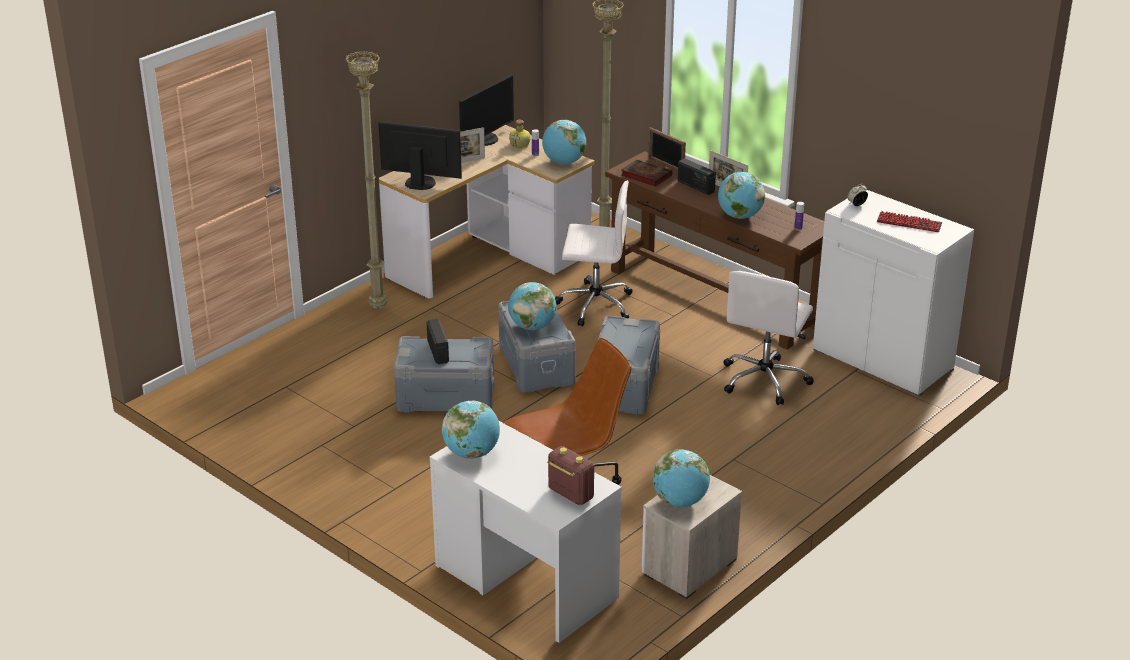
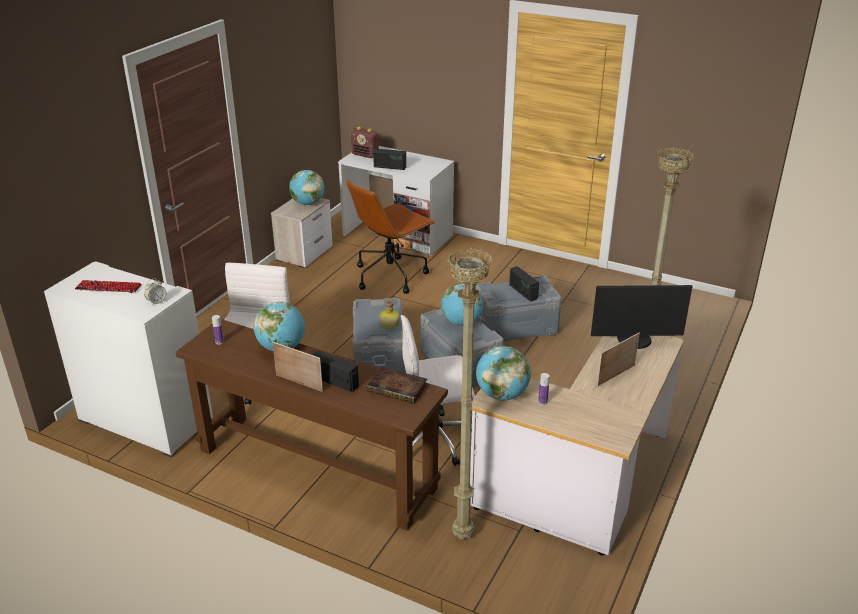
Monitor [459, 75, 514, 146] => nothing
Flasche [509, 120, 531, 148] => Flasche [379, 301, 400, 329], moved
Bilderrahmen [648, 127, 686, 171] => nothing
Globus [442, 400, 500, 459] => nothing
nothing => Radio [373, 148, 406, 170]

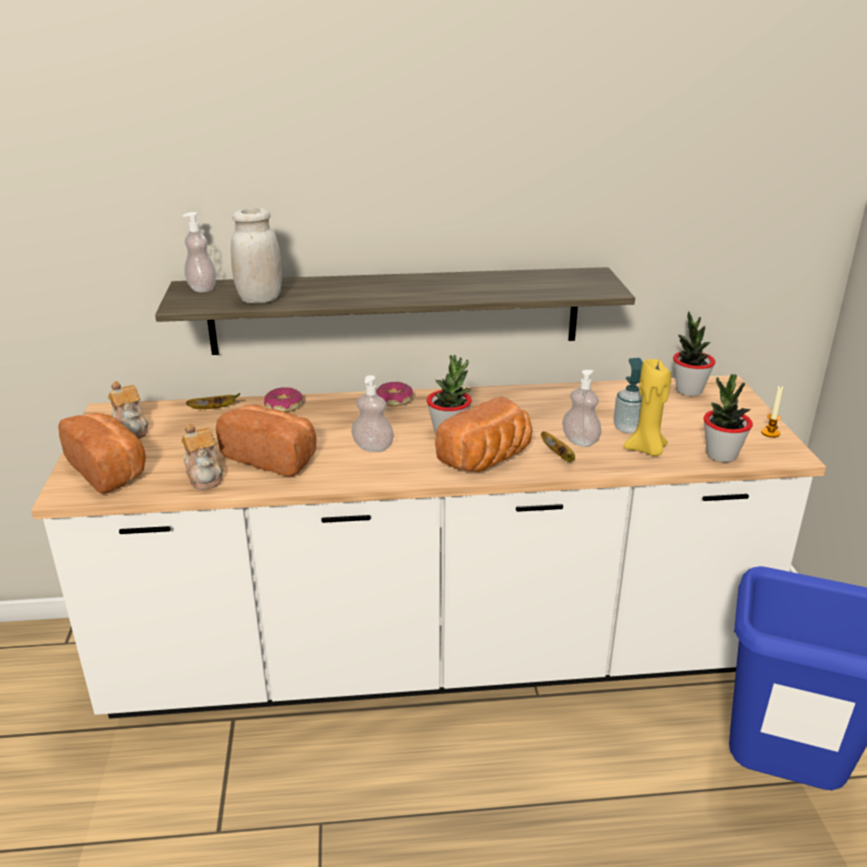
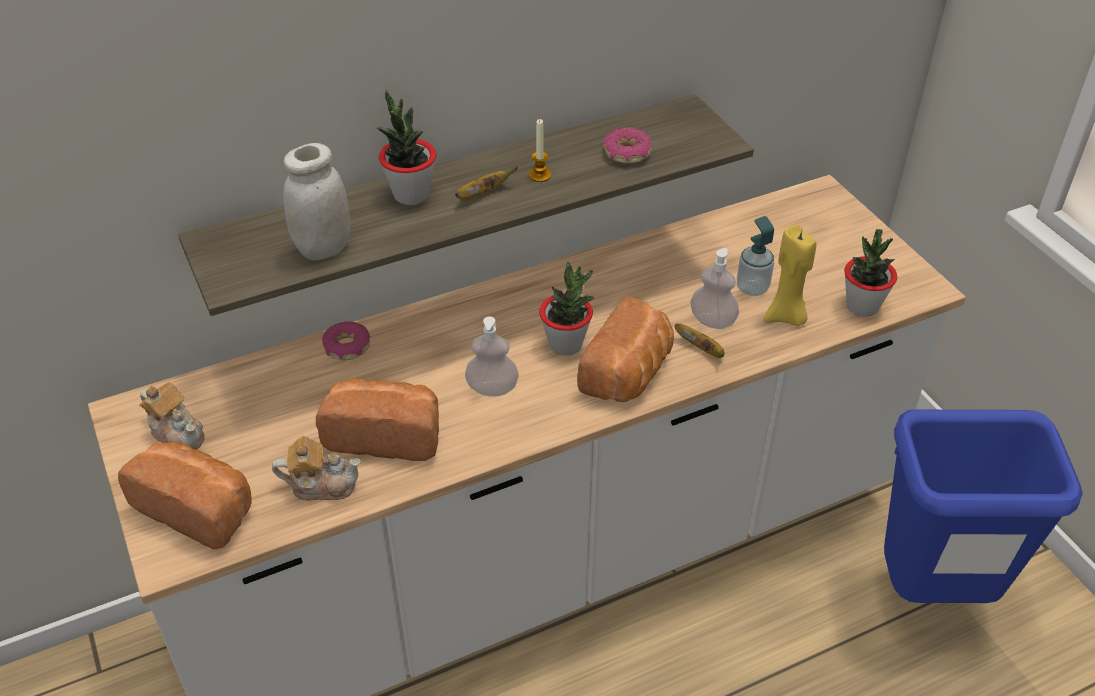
Seifenspender [183, 212, 216, 292] => nothing
Topfpflanze [673, 312, 715, 396] => Topfpflanze [377, 90, 437, 205], moved
Donut [376, 382, 413, 406] => Donut [603, 127, 652, 164], moved
Kerze [761, 386, 783, 438] => Kerze [529, 119, 551, 182], moved
Banane [186, 393, 240, 409] => Banane [455, 167, 518, 200], moved
Teekanne [181, 423, 223, 490] => Teekanne [272, 436, 361, 500], 45 degrees counterclockwise

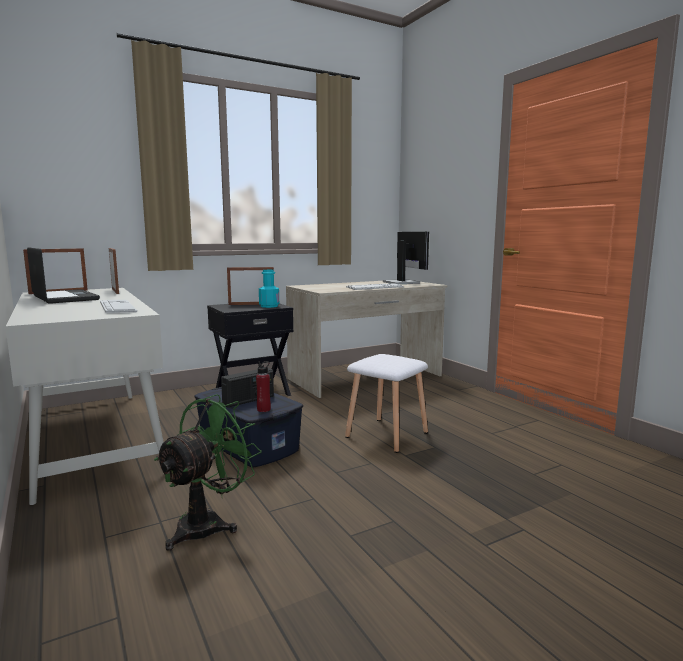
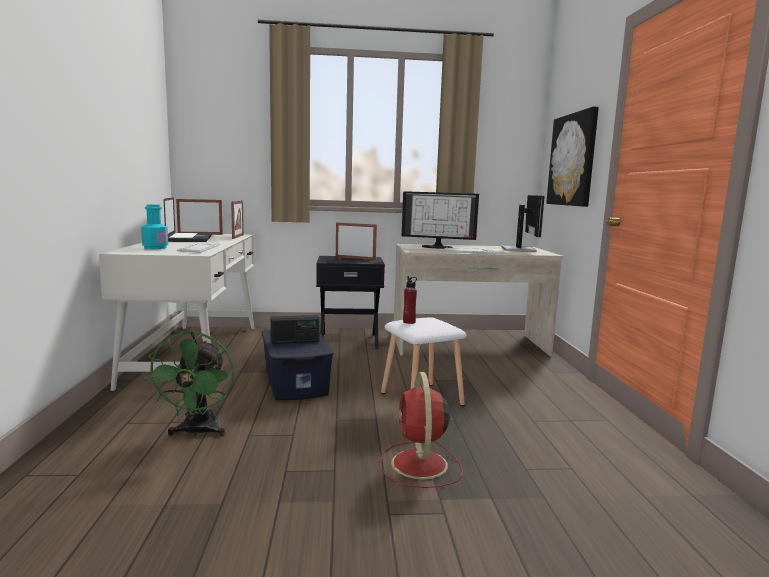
Flasche (türkis) [259, 270, 279, 308] => Flasche (türkis) [141, 204, 168, 249], moved
Flasche (rot) [256, 361, 271, 412] => Flasche (rot) [403, 276, 417, 324], moved
Ventilator (grün) [154, 394, 262, 551] => Ventilator (grün) [144, 331, 234, 437], 120 degrees clockwise
nothing => Bild [546, 106, 599, 207]
nothing => Monitor [402, 191, 479, 249]
nothing => Ventilator (rot) [380, 372, 463, 488]

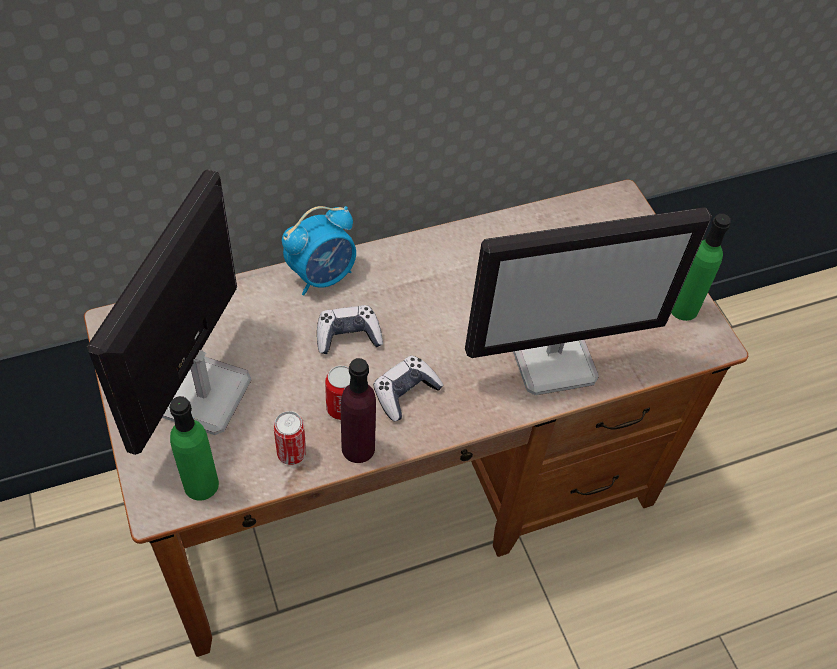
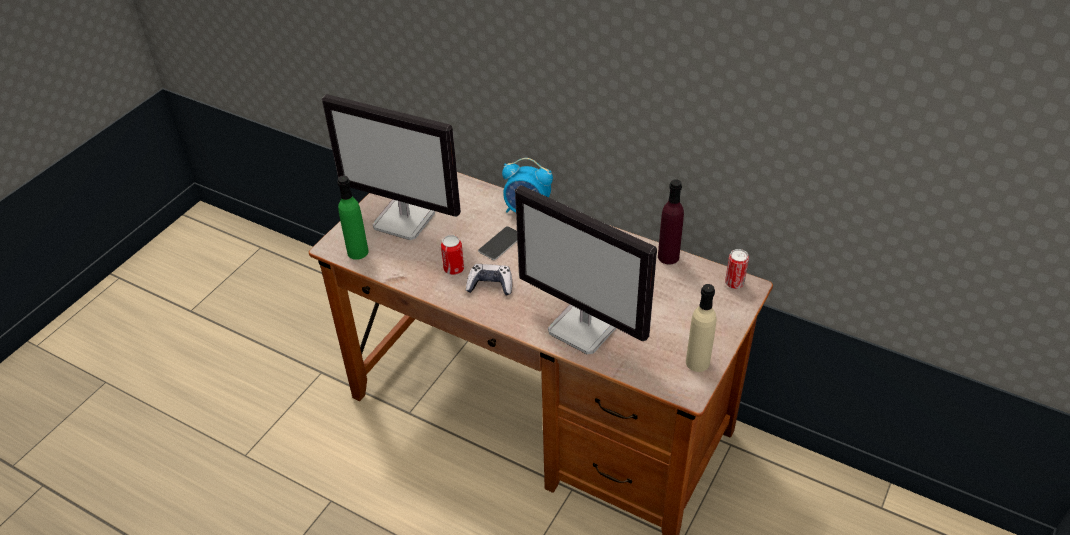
Monitor [87, 170, 251, 455] => Monitor [322, 94, 461, 240], 135 degrees counterclockwise
Flasche (grün) [671, 214, 731, 321] => Flasche (beige) [686, 284, 716, 372]
Gamepad [317, 305, 383, 354] => Handy [478, 226, 517, 260]
Flasche (lila) [341, 358, 376, 463] => Flasche (lila) [658, 179, 684, 264], moved
Dose [273, 411, 306, 465] => Dose [725, 249, 749, 289], moved

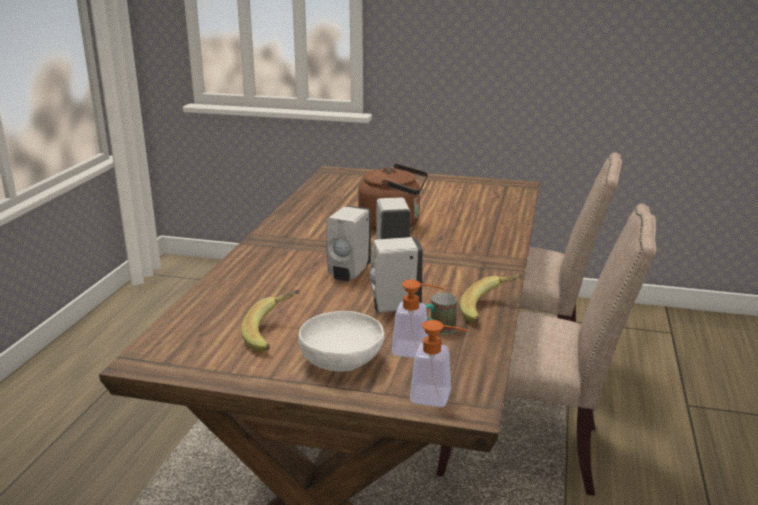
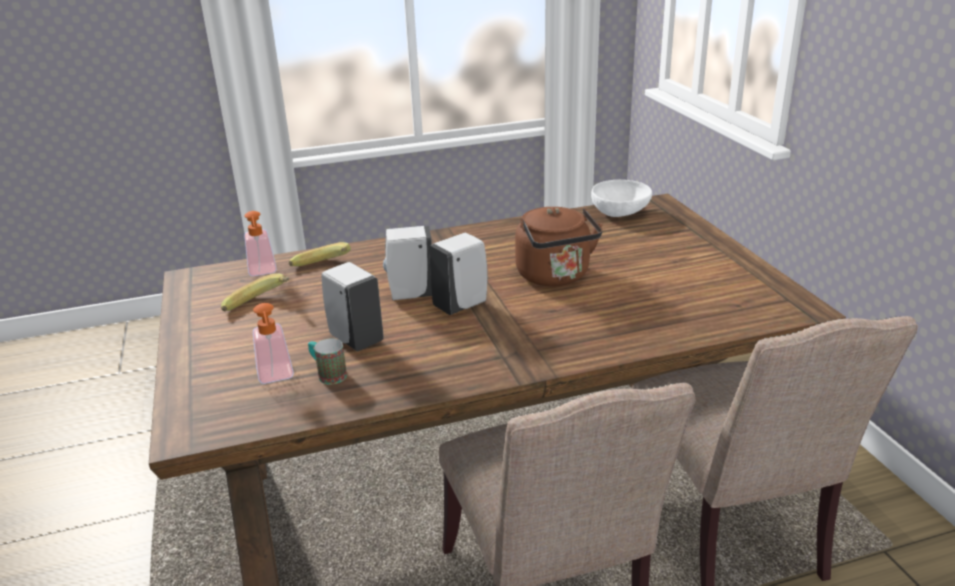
Banane [460, 274, 523, 322] => Banane [289, 242, 351, 266], moved
Schüssel (weiß) [298, 311, 384, 372] => Schüssel (weiß) [591, 180, 652, 217], moved
Seifenspender [410, 320, 469, 407] => Seifenspender [244, 211, 277, 276], moved

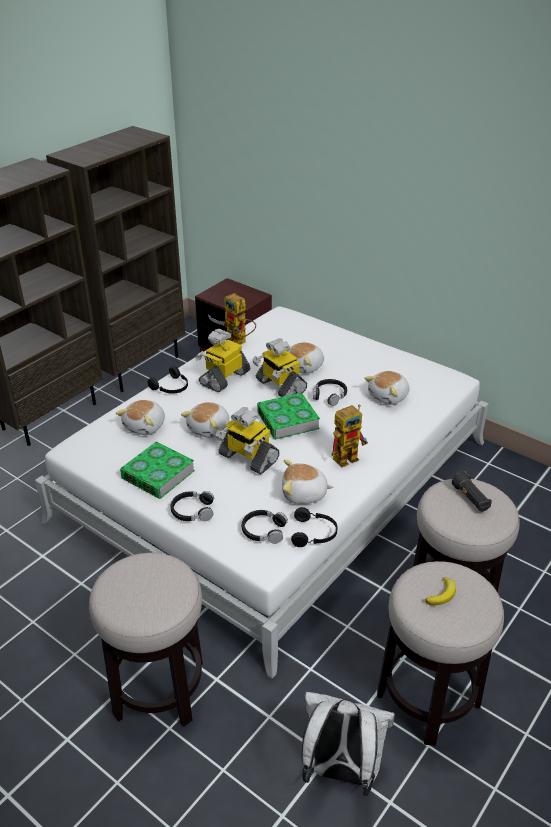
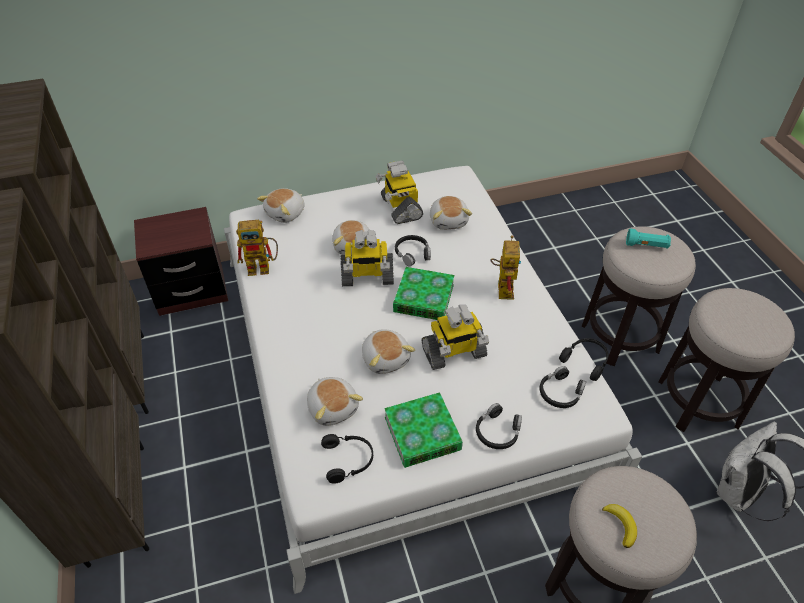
Spielzeugroboter [195, 329, 250, 392] => Spielzeugroboter [375, 161, 423, 224], moved
Kopfhörer (schwarz) [148, 366, 188, 394] => Kopfhörer (schwarz) [321, 434, 373, 483], moved
Plüschtier [282, 460, 334, 504] => Plüschtier [257, 188, 305, 223], moved
Taschenlampe (schwarz) [452, 471, 492, 512] => Taschenlampe (türkis) [626, 228, 671, 249]
Banane [425, 577, 456, 606] => Banane [602, 504, 637, 548], moved

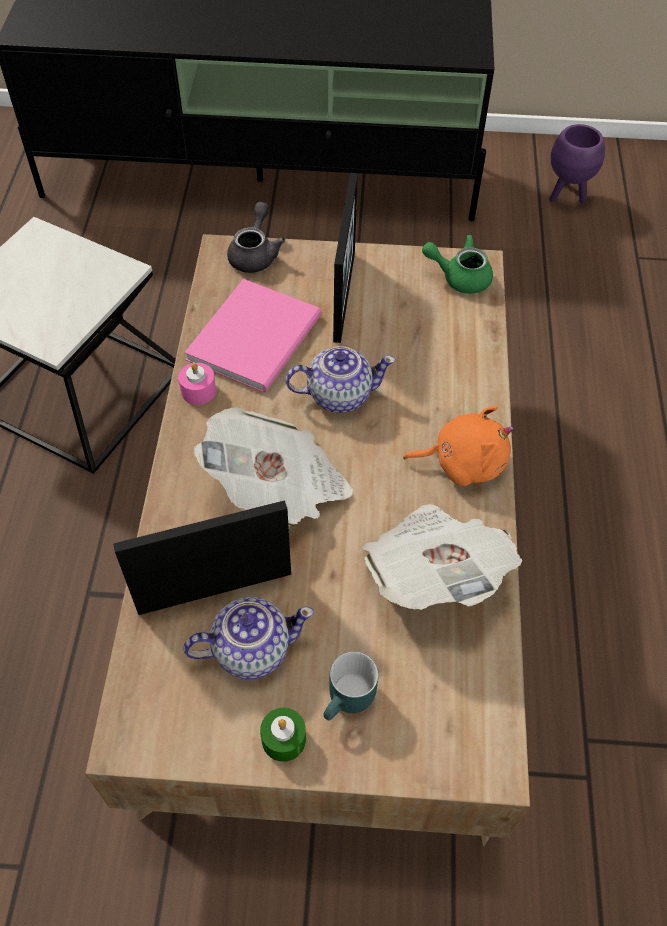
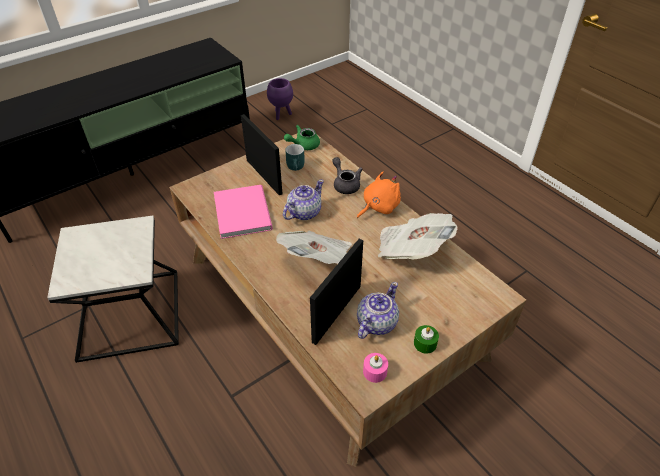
Teekanne (grau) [227, 202, 285, 273] => Teekanne (grau) [332, 157, 363, 194], moved
Kerze (rosa) [178, 363, 216, 405] => Kerze (rosa) [363, 353, 388, 383], moved
Henkelbecher (türkis) [324, 651, 379, 720] => Henkelbecher (türkis) [285, 144, 305, 171], moved

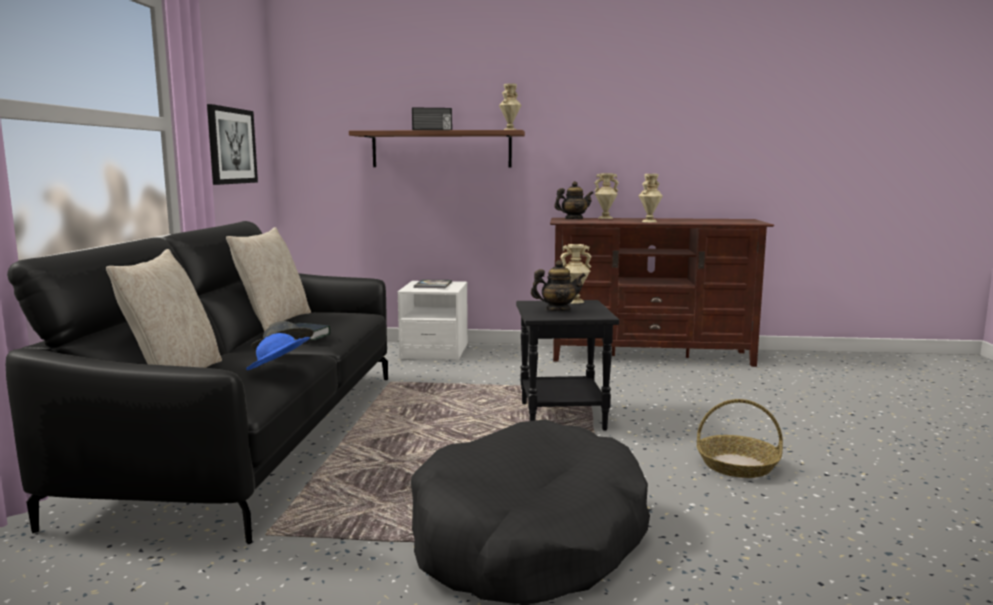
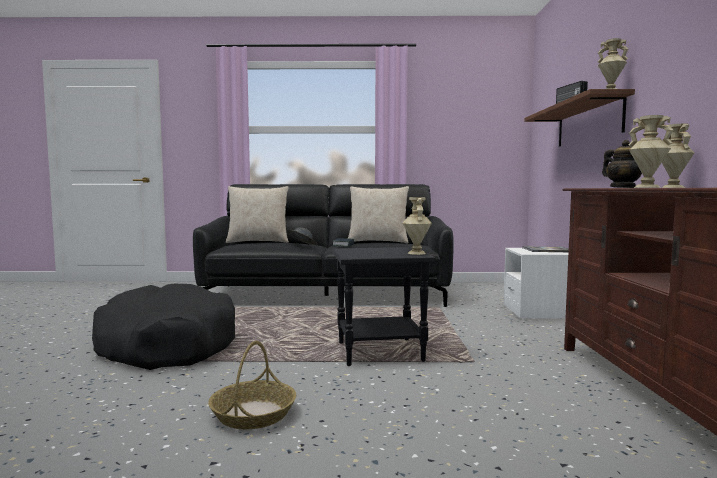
Bild [207, 104, 258, 185] => nothing
Teekanne [531, 260, 586, 311] => nothing
Hut (blau) [246, 333, 310, 370] => nothing

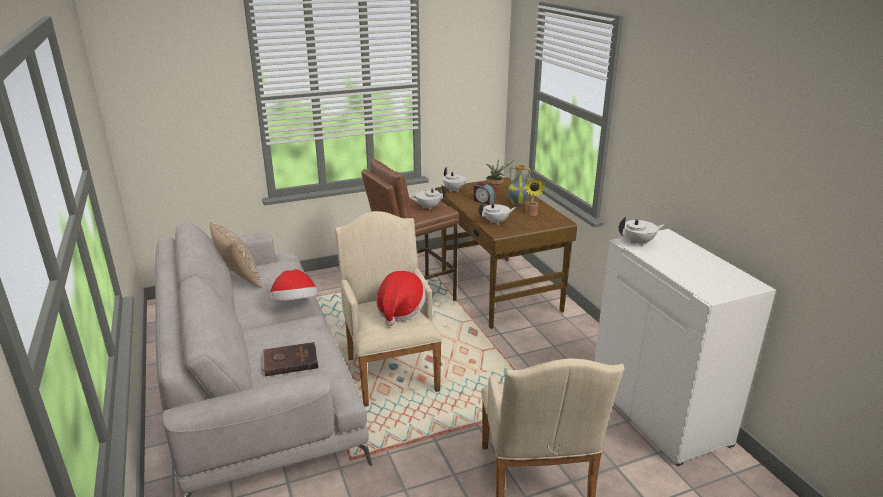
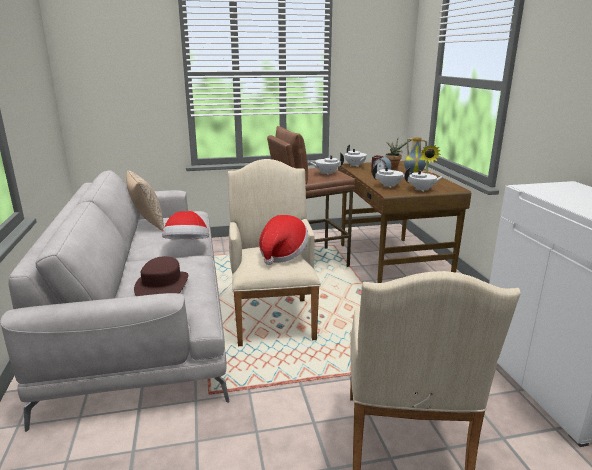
Teekanne (weiß) [619, 217, 665, 246] => Teekanne (weiß) [404, 167, 444, 192], moved
Buch (braun) [262, 342, 318, 376] => Hut (braun) [134, 256, 188, 296]

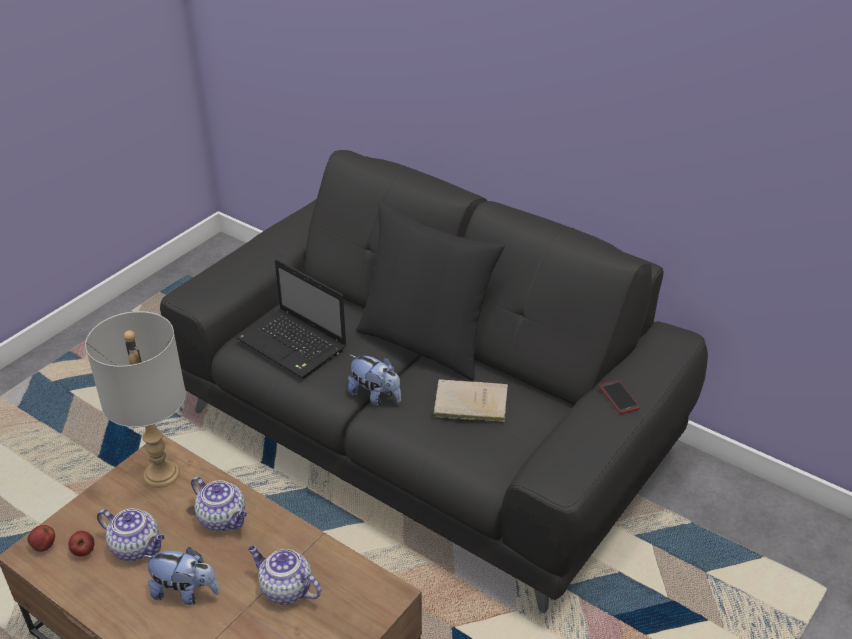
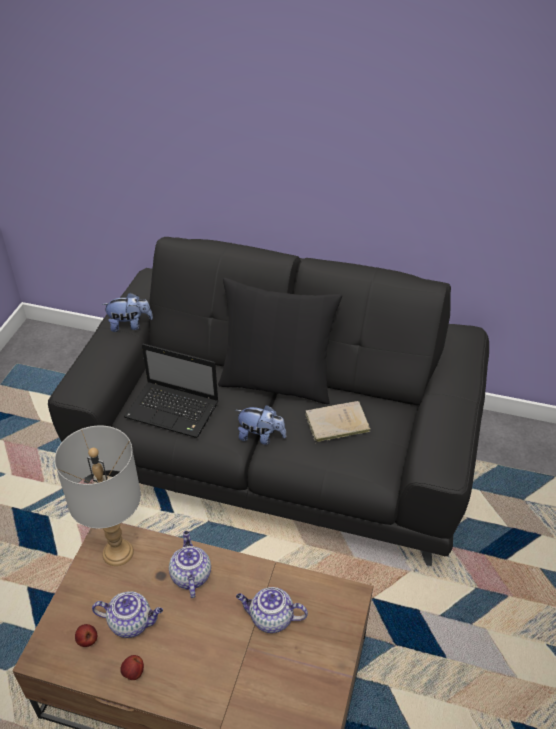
Handy [599, 379, 640, 414] => nothing
Teekanne [191, 476, 247, 531] => Teekanne [169, 531, 211, 598], 120 degrees counterclockwise
Apfel [27, 525, 55, 552] => Apfel [120, 655, 144, 680], moved
Plüschtier [143, 547, 220, 605] => Plüschtier [102, 293, 153, 332], moved

